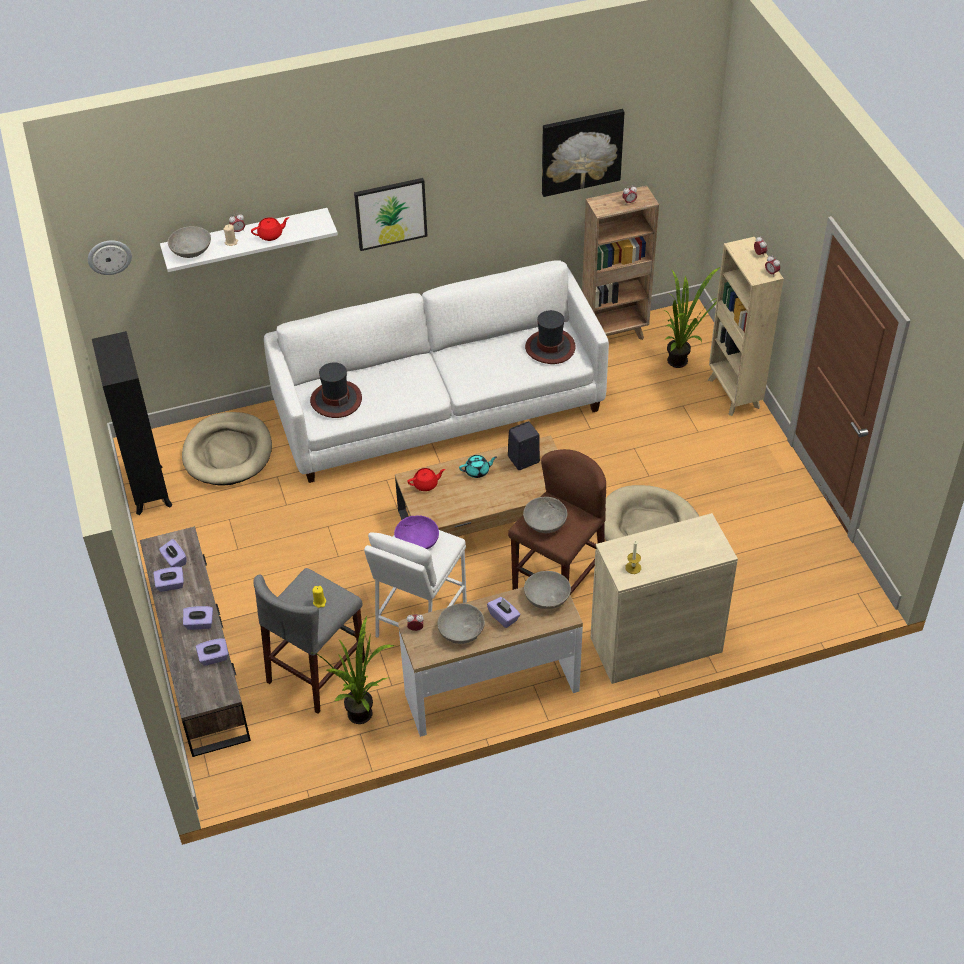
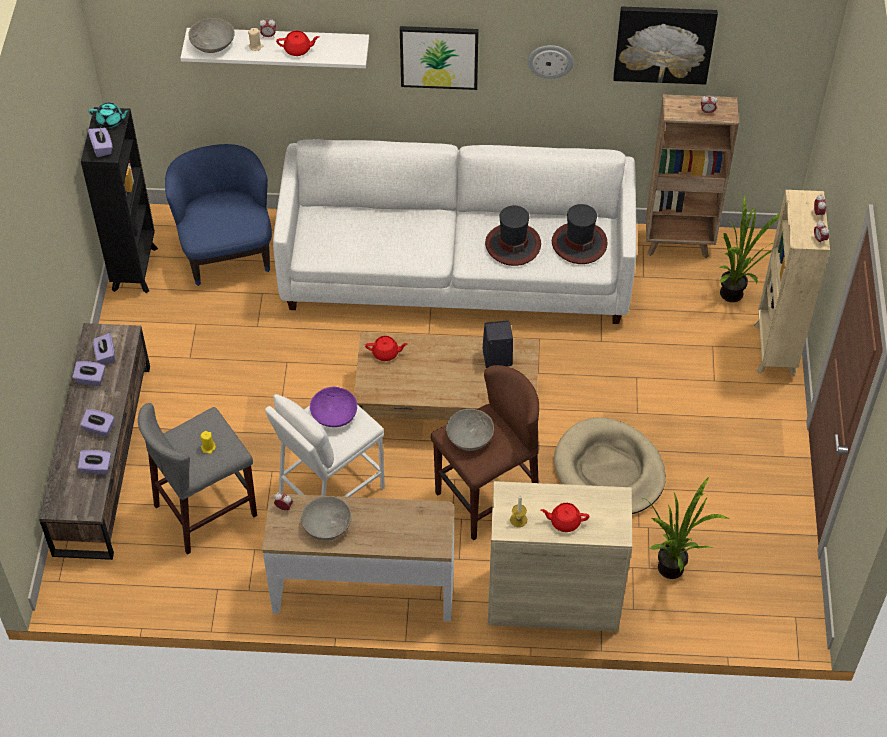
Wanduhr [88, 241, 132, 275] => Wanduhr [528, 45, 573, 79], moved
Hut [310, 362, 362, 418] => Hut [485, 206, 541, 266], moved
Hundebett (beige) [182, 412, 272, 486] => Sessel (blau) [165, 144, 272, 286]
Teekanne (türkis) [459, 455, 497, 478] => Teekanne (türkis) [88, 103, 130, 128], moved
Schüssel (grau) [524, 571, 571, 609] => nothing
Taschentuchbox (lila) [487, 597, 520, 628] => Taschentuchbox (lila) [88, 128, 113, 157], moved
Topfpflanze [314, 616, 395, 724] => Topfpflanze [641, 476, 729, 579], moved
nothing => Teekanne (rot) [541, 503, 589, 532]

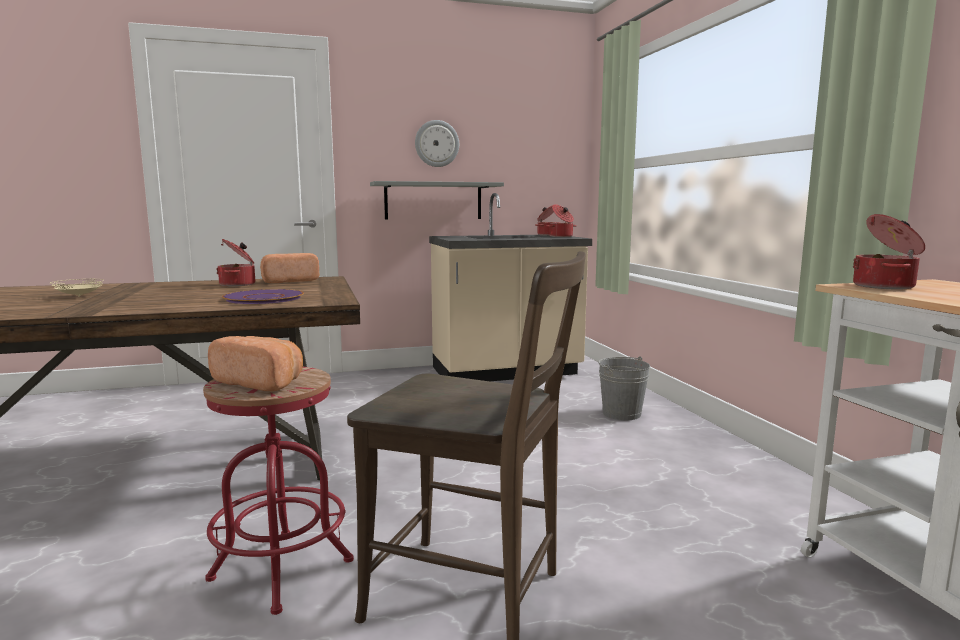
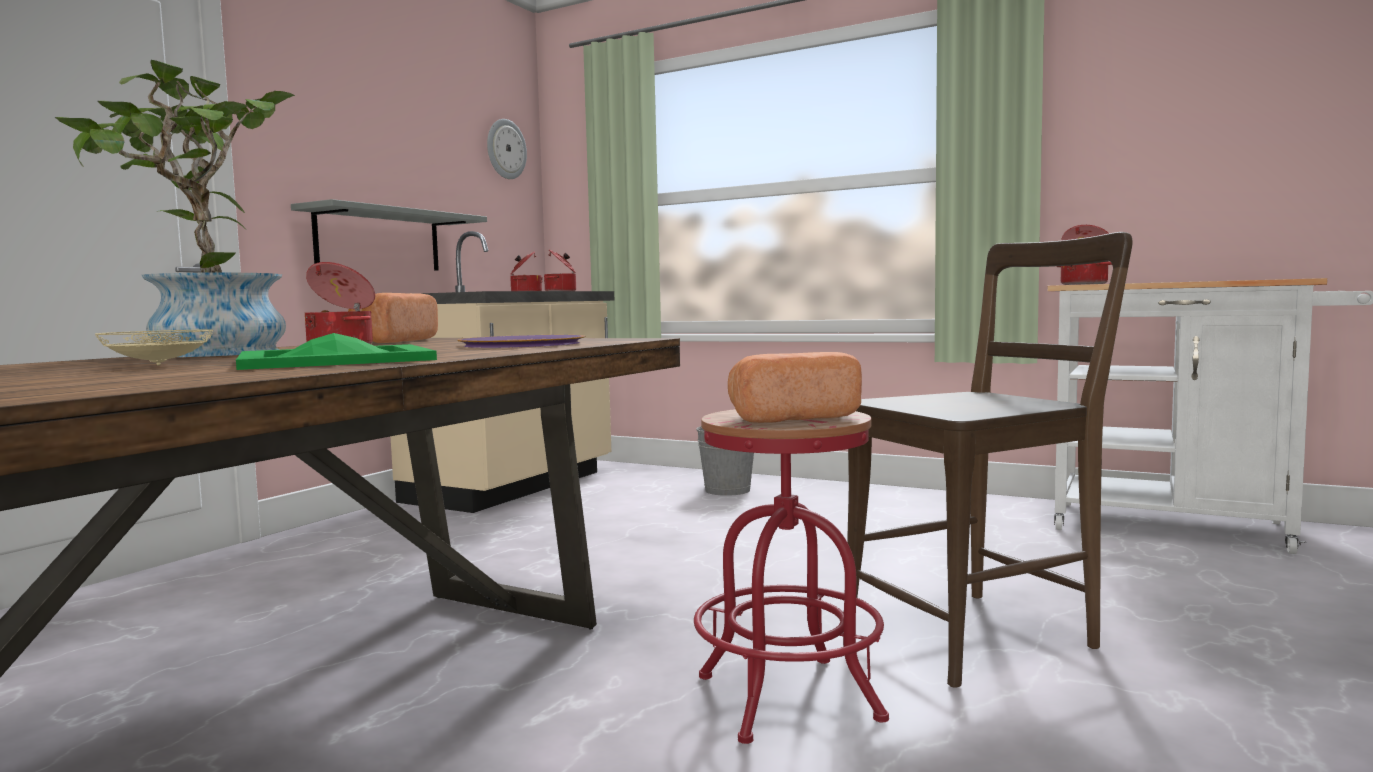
Wanduhr [415, 120, 459, 167] => Wanduhr [487, 119, 527, 179], moved
nothing => Topfpflanze [55, 60, 295, 357]
nothing => Tablett (grün) [236, 333, 437, 370]

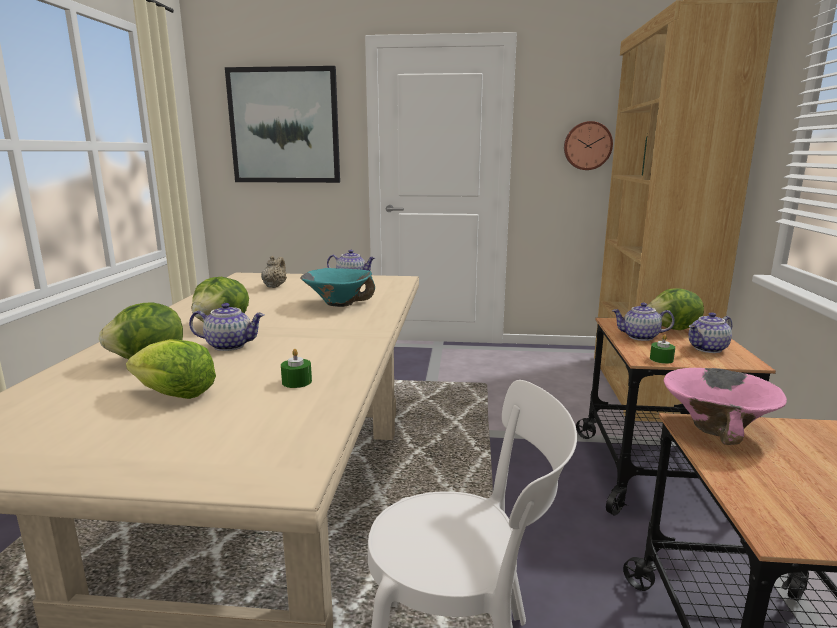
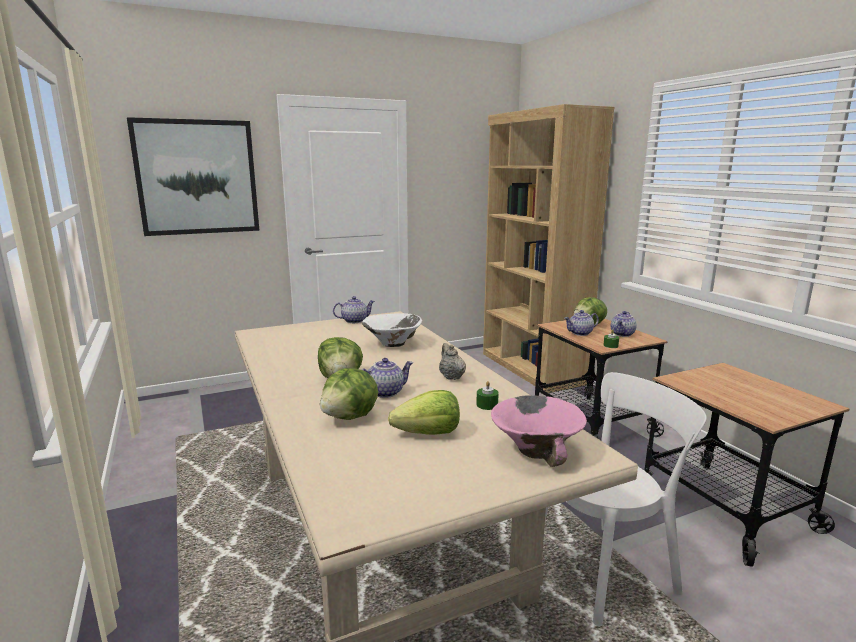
Wanduhr [564, 121, 613, 170] => nothing
Teekanne (beige) [261, 256, 287, 288] => Teekanne (beige) [439, 343, 466, 380], moved
Schüssel (türkis) [300, 268, 375, 307] => Schüssel (weiß) [362, 313, 422, 347]
Schüssel (rosa) [664, 368, 787, 445] => Schüssel (rosa) [491, 396, 587, 467], moved

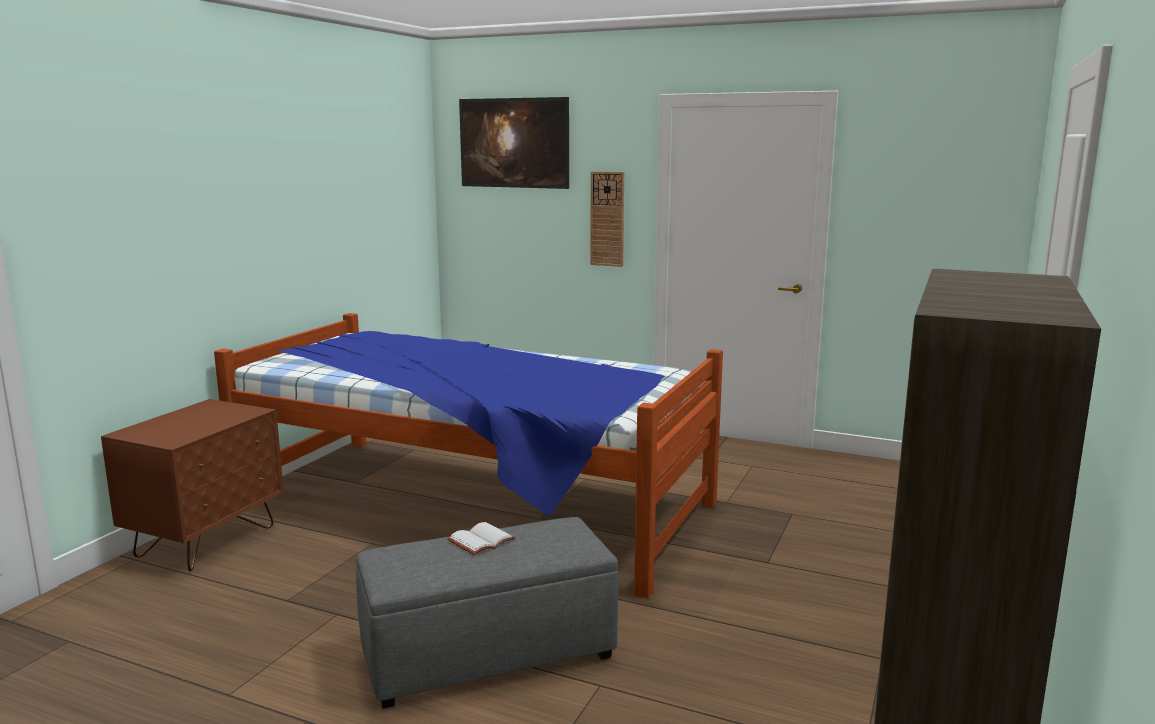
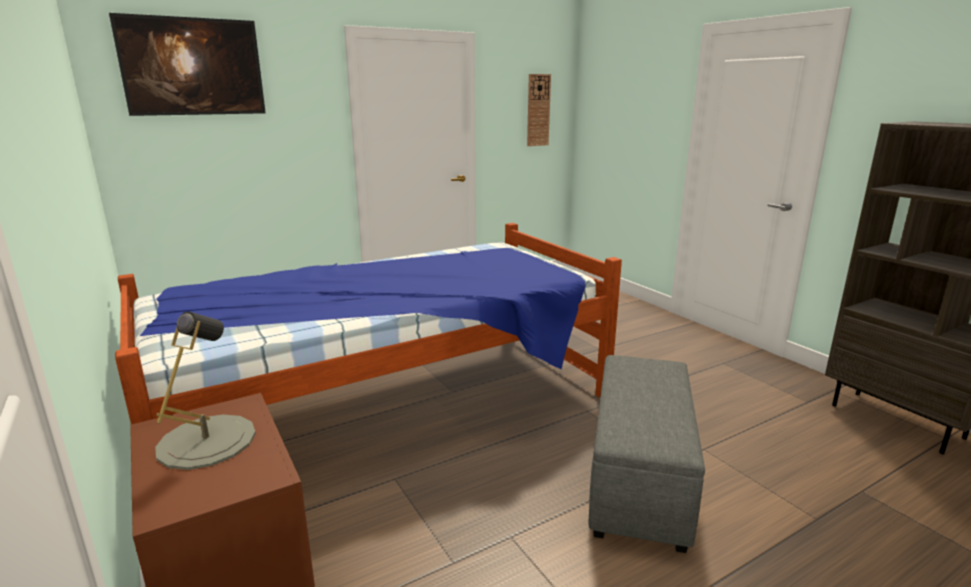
Wanduhr [590, 171, 624, 267] => Wanduhr [527, 74, 551, 146], moved
Buch (weiß) [447, 522, 516, 555] => nothing
nothing => Tischlampe (grau) [155, 311, 256, 470]

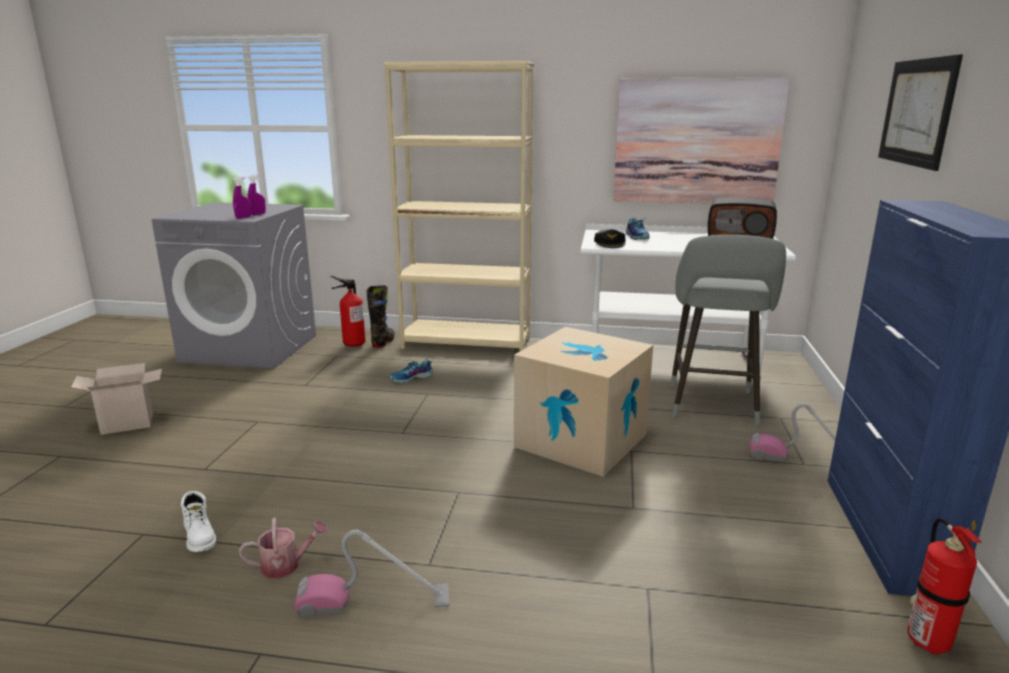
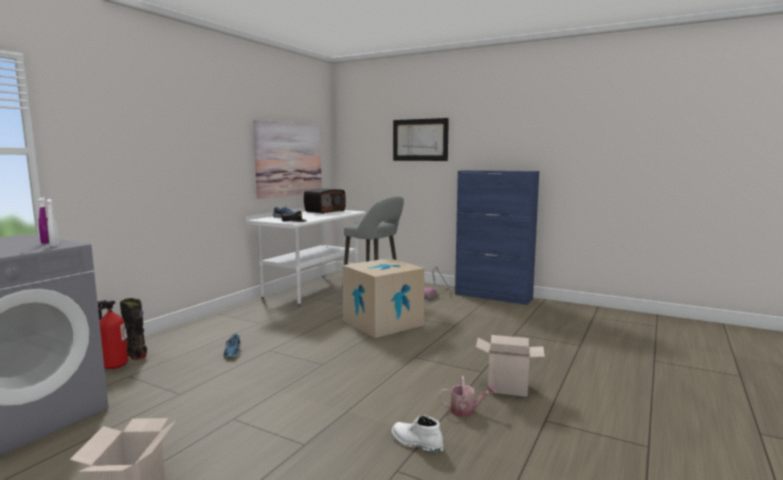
Bücherregal (beige) [384, 61, 534, 351] => nothing
Sprühflasche (lila) [233, 177, 251, 219] => Sprühflasche (weiß) [47, 198, 59, 247]
Stiefel (weiß) [181, 491, 216, 552] => Stiefel (weiß) [392, 415, 443, 454], 135 degrees counterclockwise
Gießkanne [239, 518, 328, 578] => Gießkanne [439, 376, 496, 417], 90 degrees clockwise
Feuerlöscher [907, 518, 982, 655] => nothing
Staubsauger [295, 530, 449, 618] => Karton [476, 335, 545, 397]

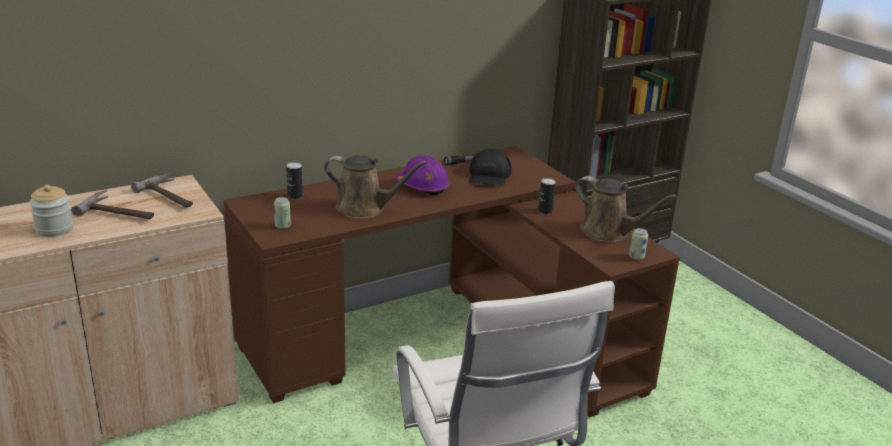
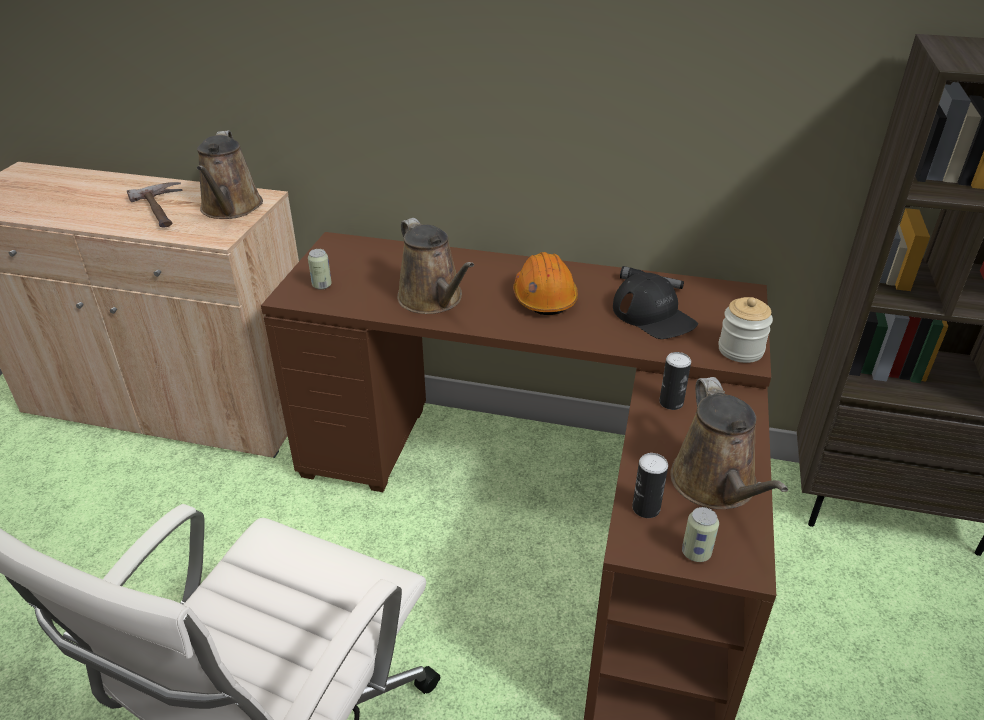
Kappe (schwarz) [469, 149, 512, 186] => Kappe (schwarz) [613, 273, 698, 339], 90 degrees counterclockwise
Schutzhelm (lila) [396, 155, 450, 195] => Schutzhelm (orange) [513, 252, 578, 315]
Dose [286, 162, 303, 199] => Dose [632, 453, 668, 518], moved
Hammer [131, 173, 193, 208] => Gießkanne (braun) [196, 130, 263, 219]
Vorratsglas [30, 185, 73, 237] => Vorratsglas [718, 297, 773, 363], moved

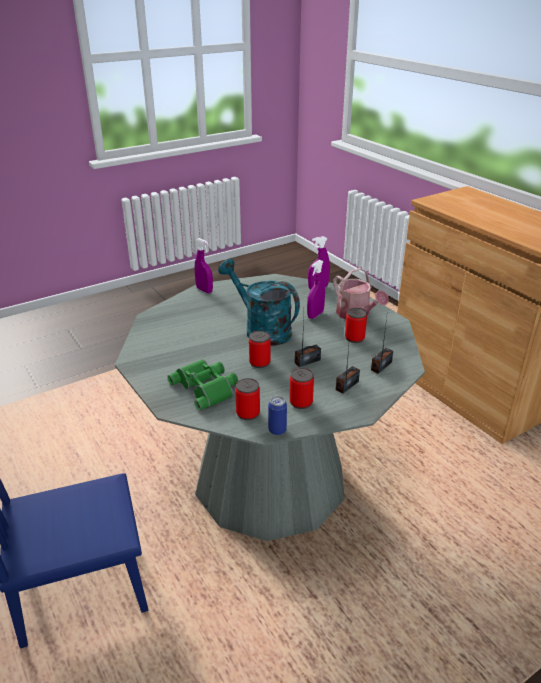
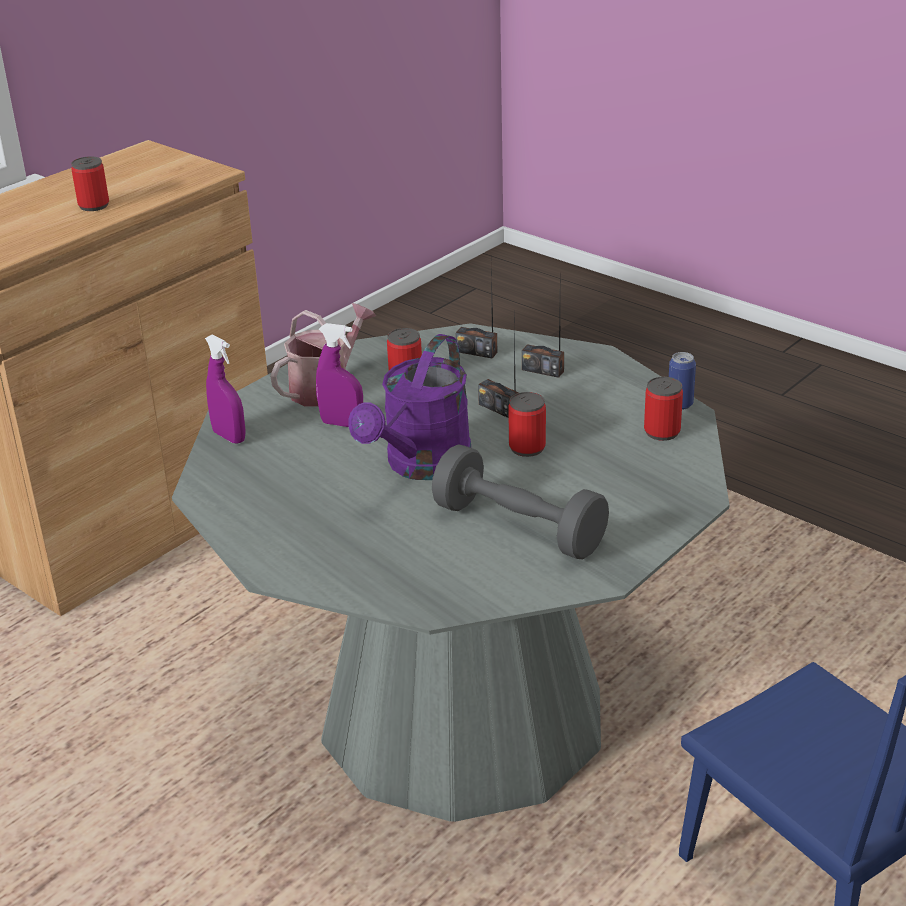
Sprühflasche (lila) [195, 238, 213, 293] => nothing
Gießkanne (türkis) [218, 259, 300, 346] => Gießkanne (lila) [348, 334, 471, 480]
Fernglas (grün) [167, 359, 238, 411] => nothing
Dose [290, 368, 314, 409] => Dose [71, 156, 109, 211], moved
nothing => Hantel (grau) [432, 444, 609, 559]

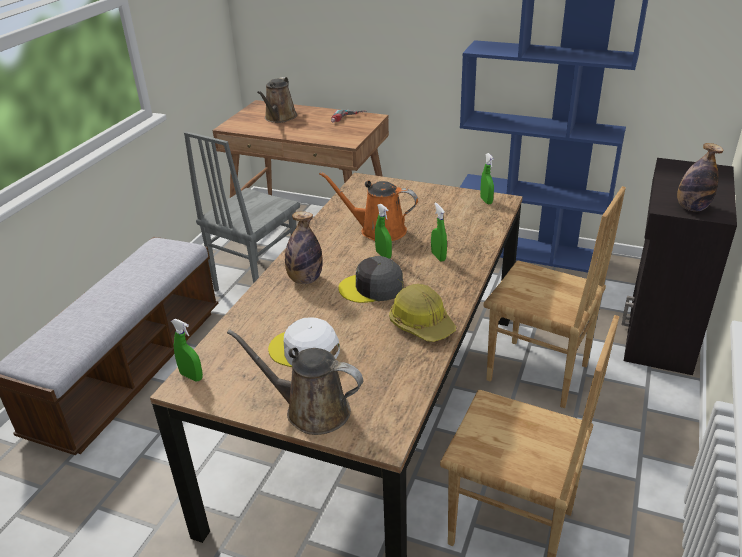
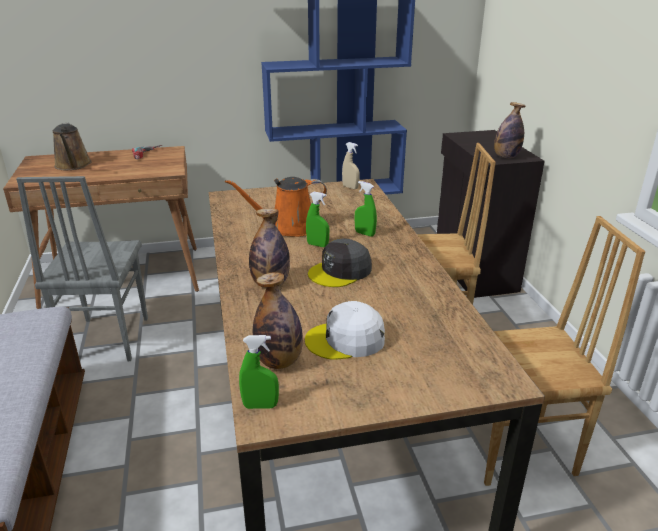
Sprühflasche (grün) [480, 153, 494, 205] => Sprühflasche (beige) [342, 142, 359, 189]
Schutzhelm [389, 284, 456, 342] => nothing
Gießkanne (braun) [227, 329, 363, 435] => nothing
nothing => Flasche [253, 272, 303, 369]

